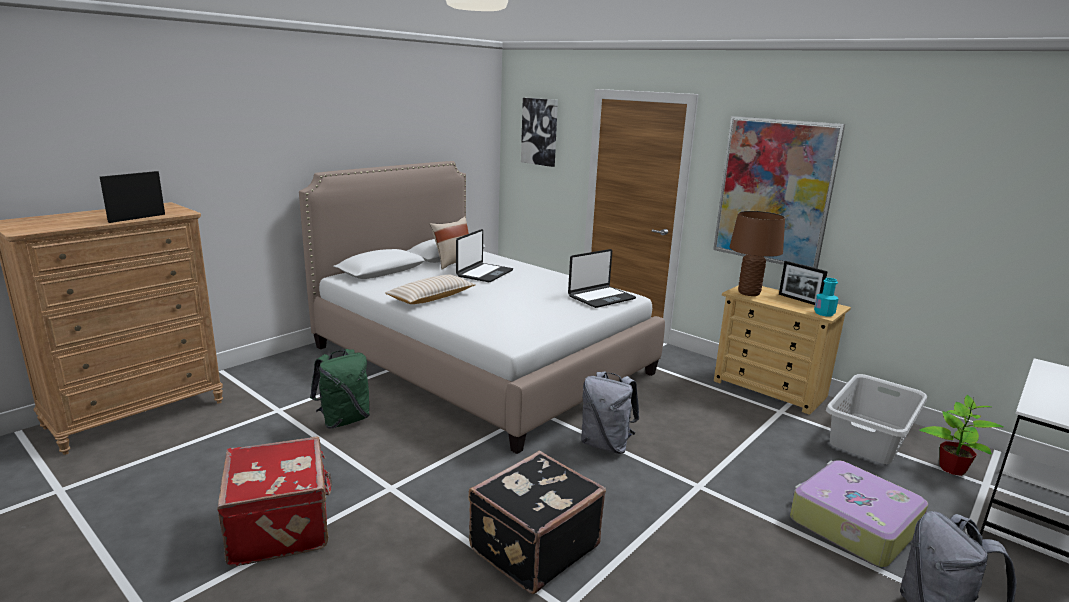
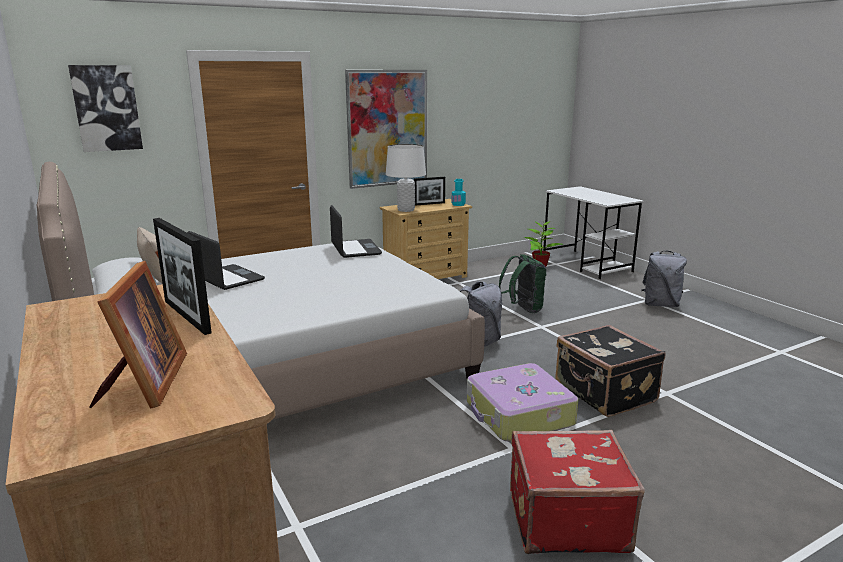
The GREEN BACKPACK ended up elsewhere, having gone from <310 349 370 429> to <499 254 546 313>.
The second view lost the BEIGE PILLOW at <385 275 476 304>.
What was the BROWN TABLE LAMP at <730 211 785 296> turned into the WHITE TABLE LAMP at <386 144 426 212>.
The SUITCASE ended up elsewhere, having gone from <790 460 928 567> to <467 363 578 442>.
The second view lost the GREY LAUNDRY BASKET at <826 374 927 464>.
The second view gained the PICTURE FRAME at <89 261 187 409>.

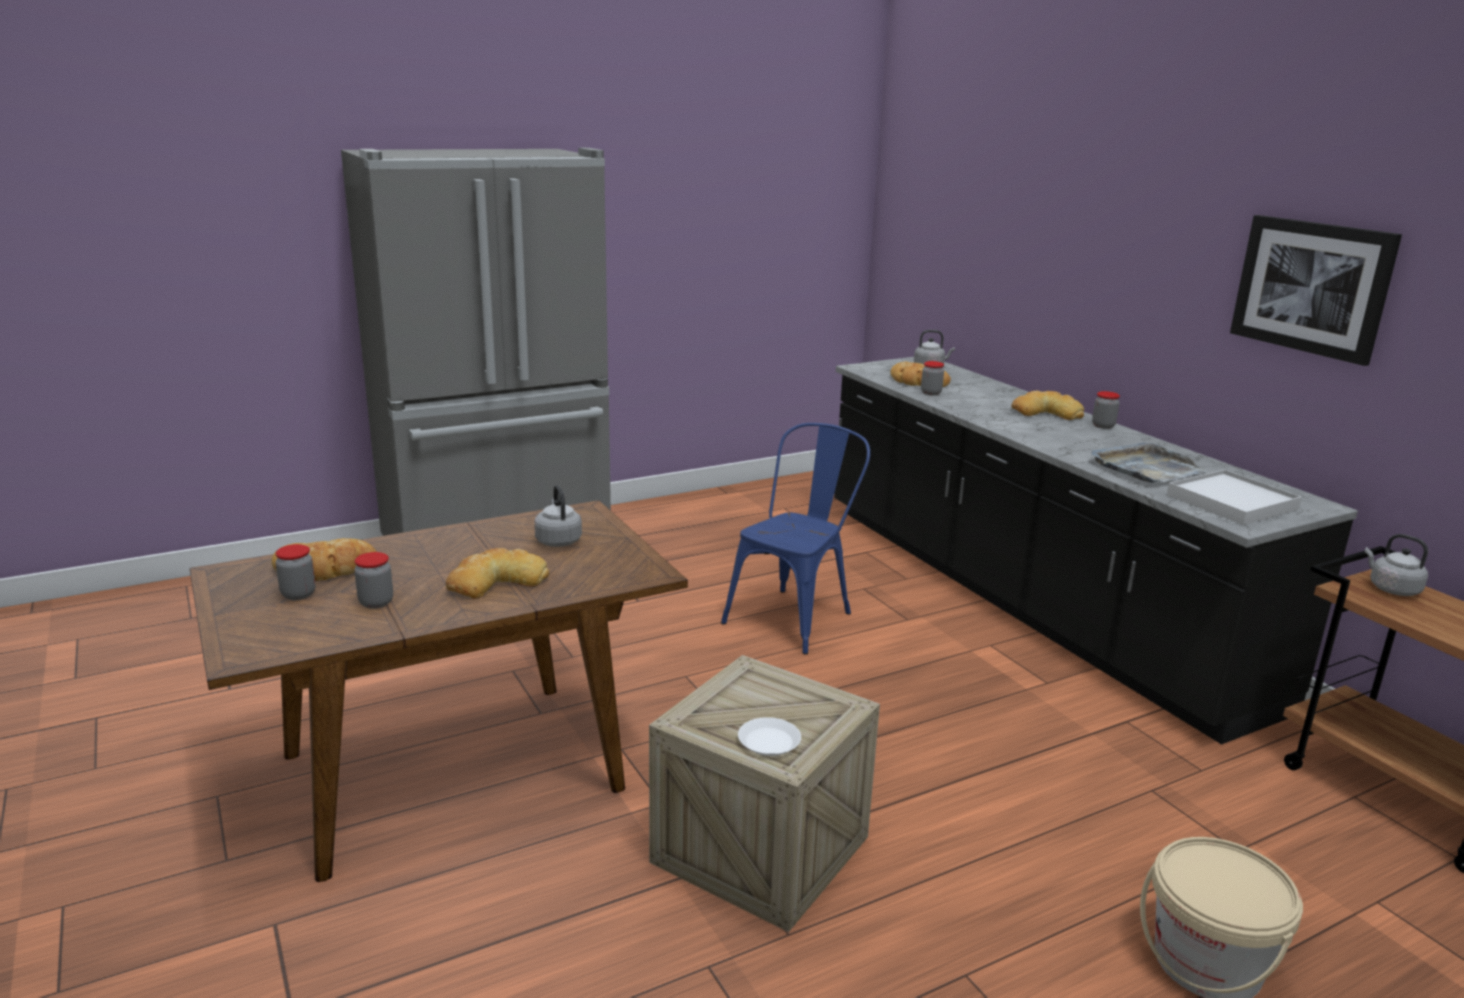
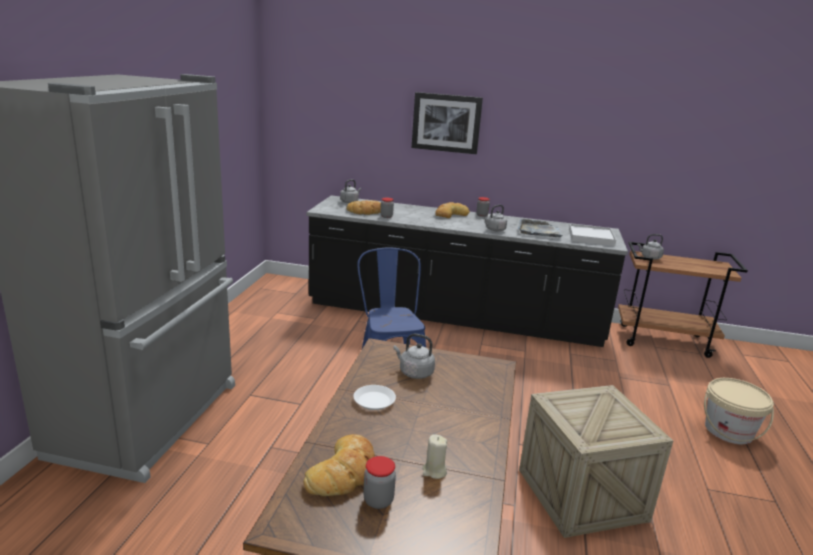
Where the JAR stood at <354 552 393 609>, the BEIGE CANDLE came to stand at <422 434 447 479>.
The second view lost the BREAD at <446 548 549 599>.
The WHITE PLATE ended up elsewhere, having gone from <738 717 801 756> to <353 385 396 410>.
The PICTURE ended up elsewhere, having gone from <1230 215 1402 366> to <411 92 483 154>.
The second view gained the GREY KETTLE at <483 205 507 231>.

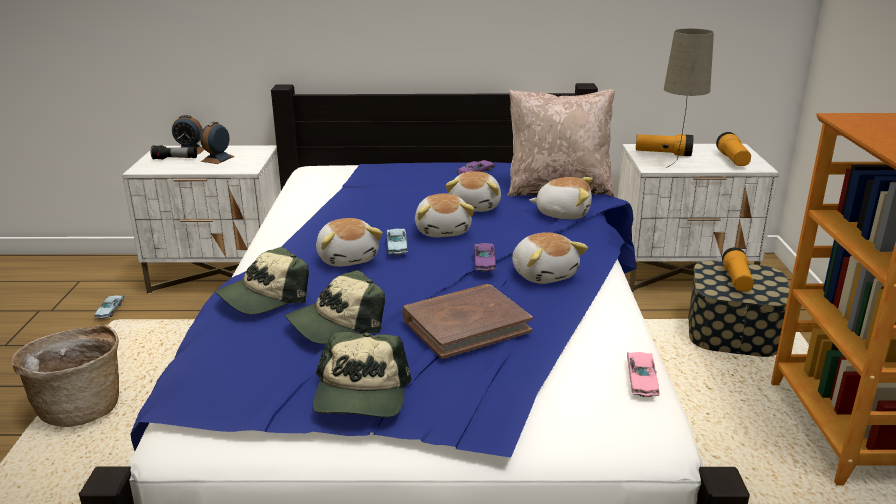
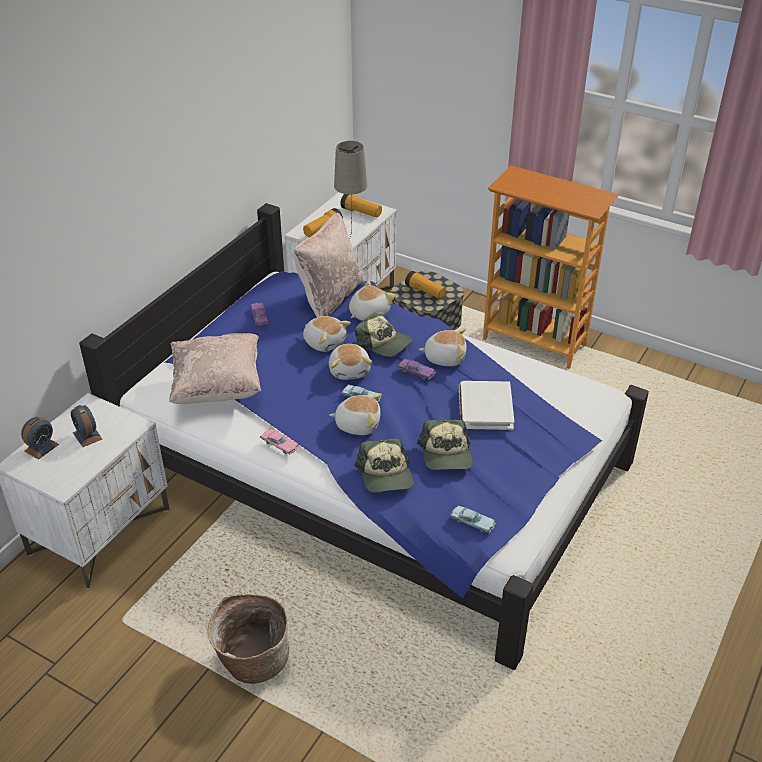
The BLUE TOY CAR ended up elsewhere, having gone from <94 295 124 319> to <449 505 496 533>.
The second view lost the FLASHLIGHT at <151 145 197 160>.
The CAP ended up elsewhere, having gone from <313 332 412 417> to <355 312 412 357>.
What was the BROWN BOOK at <402 284 533 359> turned into the WHITE BOOK at <459 381 515 430>.
The PLUSH TOY at <415 194 475 237> ended up facing another way, 60 degrees clockwise from before.
The PINK TOY CAR ended up elsewhere, having gone from <627 352 660 397> to <260 428 299 455>.
The second view gained the BEIGE PILLOW at <169 333 261 404>.

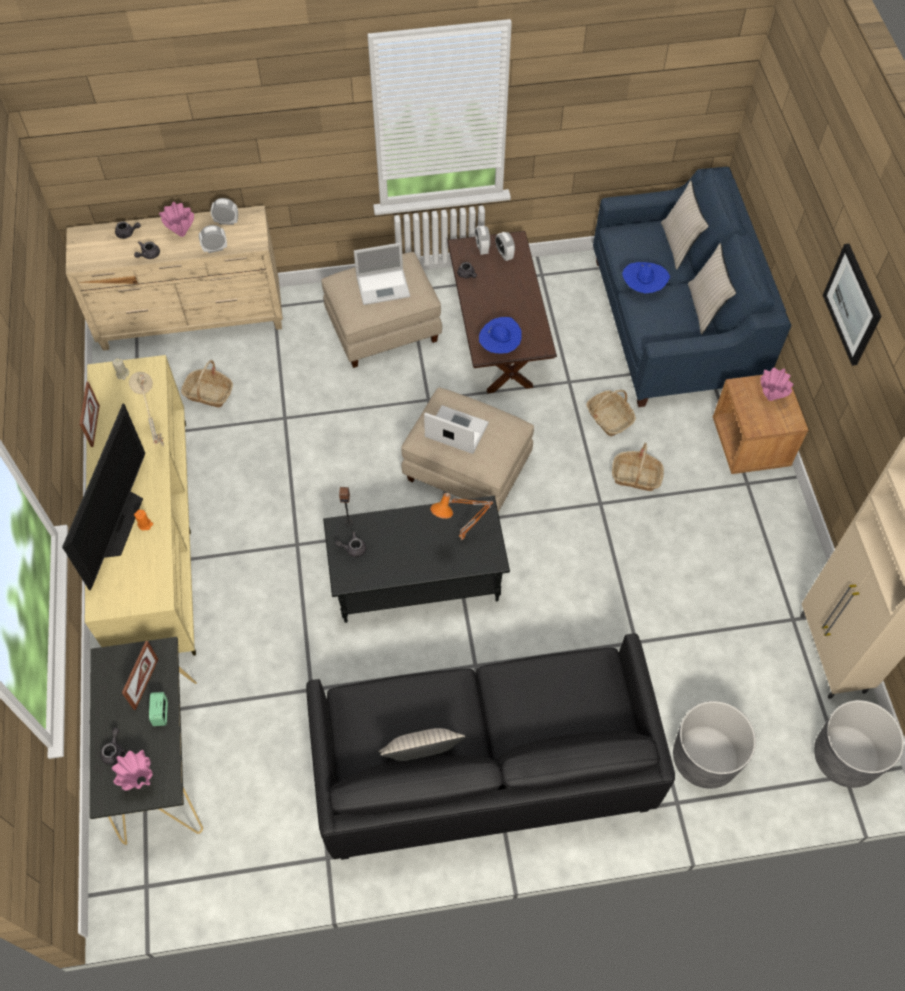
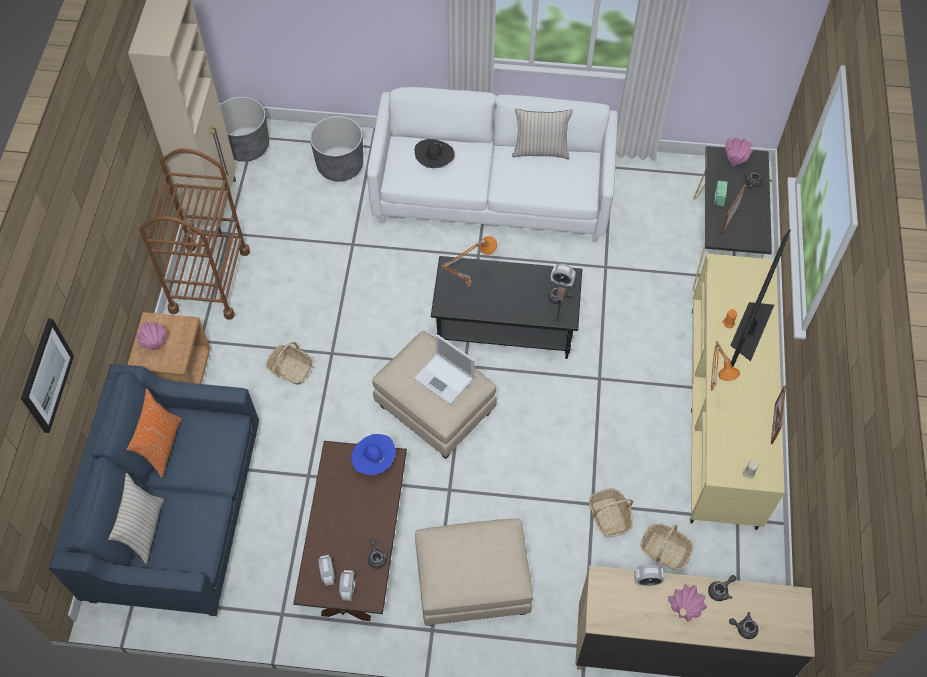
What was the BEIGE TABLE LAMP at <129 372 164 447> turned into the ORANGE TABLE LAMP at <711 341 740 391>.
The ALARM CLOCK ended up elsewhere, having gone from <211 198 238 225> to <551 264 576 287>.
What was the BLACK SOFA at <306 633 675 860> turned into the WHITE SOFA at <367 87 618 242>.
The second view lost the LAPTOP at <354 243 410 305>.
The BASKET ended up elsewhere, having gone from <586 390 636 436> to <589 488 633 538>.
The second view lost the BLUE HAT at <622 262 670 294>.
What was the BEIGE PILLOW at <688 243 736 334> turned into the ORANGE PILLOW at <126 389 182 478>.
The PICTURE ended up elsewhere, having gone from <823 244 881 366> to <21 318 74 433>.
The second view gained the BROWN CART at <139 149 250 320>.
The second view gained the BLACK HAT at <415 139 455 168>.

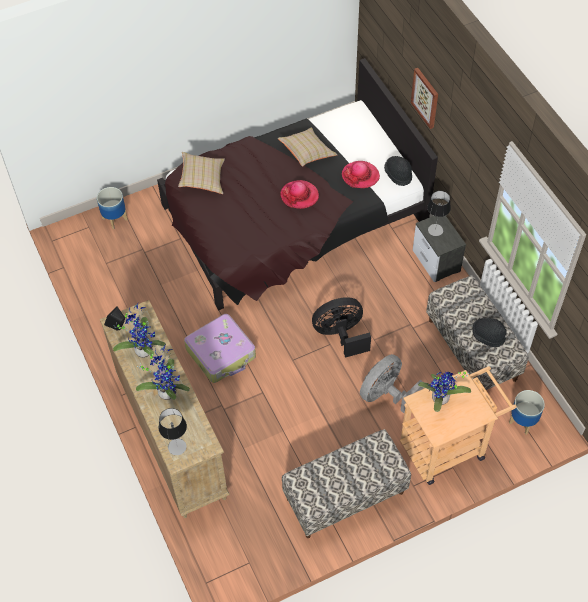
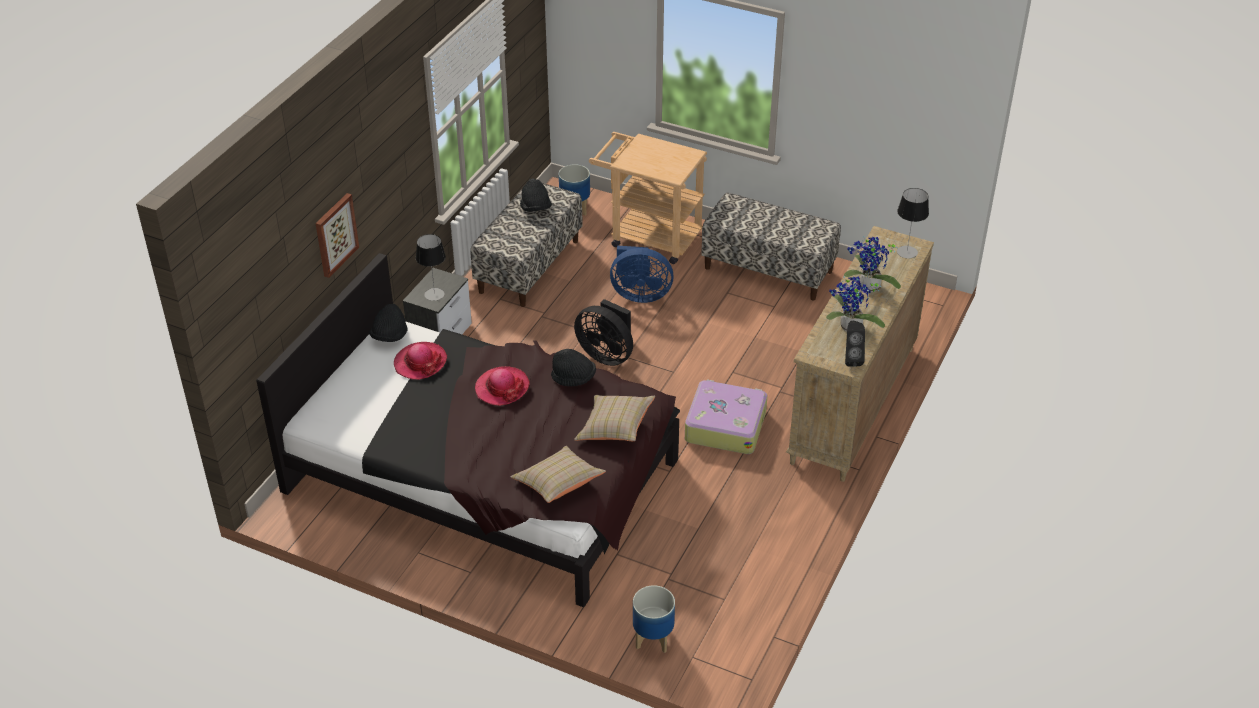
The BEIGE PILLOW ended up elsewhere, having gone from <277 128 337 167> to <574 395 655 441>.
What was the GREY FAN at <360 354 423 413> turned into the BLUE FAN at <610 246 674 303>.
The second view lost the POTTED PLANT at <418 372 471 412>.
The second view gained the BLACK HAT at <551 349 596 386>.

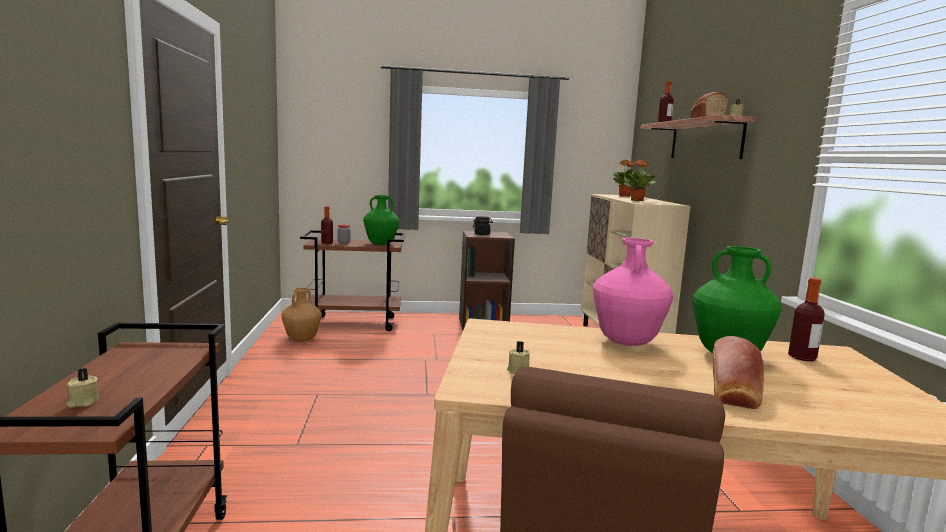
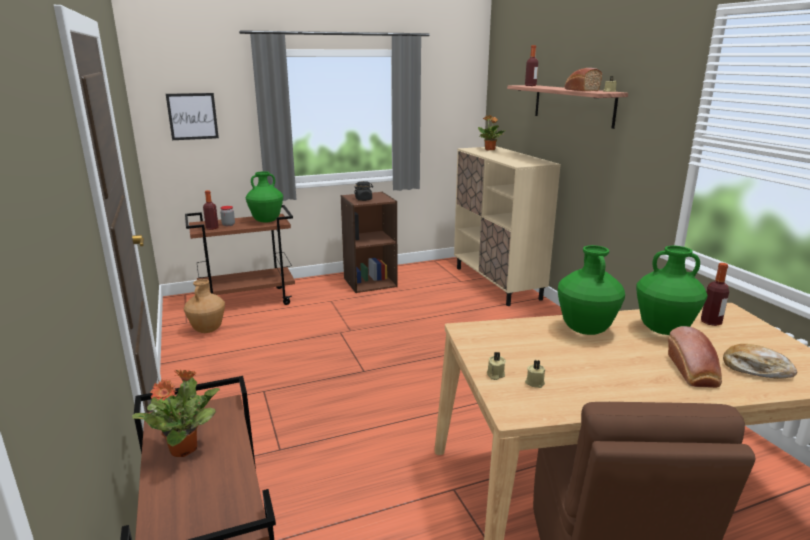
The BEIGE CANDLE ended up elsewhere, having gone from <66 368 99 408> to <487 352 506 380>.
What was the PINK VASE at <593 238 674 346> turned into the GREEN VASE at <558 245 625 335>.
The POTTED PLANT ended up elsewhere, having gone from <623 160 657 201> to <132 370 220 457>.
The second view gained the PICTURE at <166 93 219 140>.
The second view gained the BREAD at <723 344 797 379>.

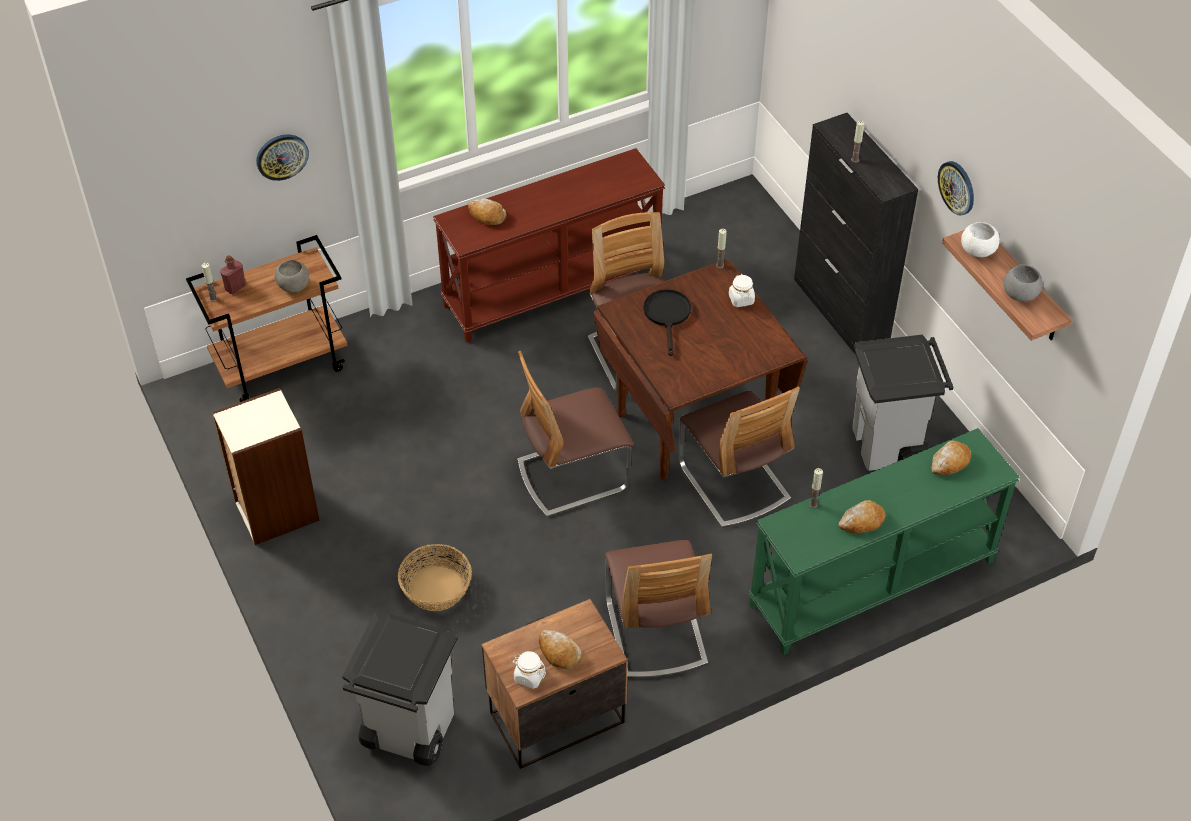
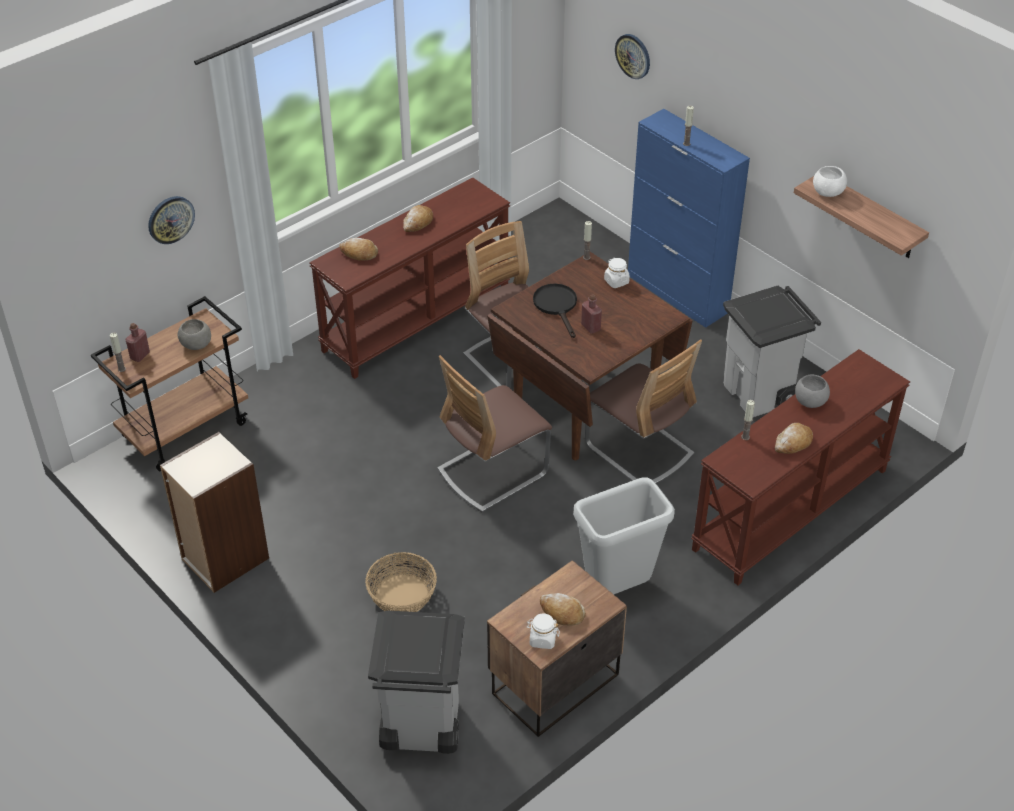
Where the CHAIR stood at <605 540 712 678>, the GREY TRASH CAN came to stand at <573 477 675 594>.
What was the GREEN CONSOLE TABLE at <748 428 1020 655> turned into the BROWN CONSOLE TABLE at <691 349 910 585>.
What was the BLACK CABINET at <794 113 918 354> turned into the BLUE CABINET at <628 109 750 328>.
The BREAD ended up elsewhere, having gone from <931 441 971 475> to <403 205 433 232>.
The WALL CLOCK ended up elsewhere, having gone from <938 161 974 215> to <615 34 650 79>.
The GREY BOWL ended up elsewhere, having gone from <1004 264 1043 301> to <795 374 830 408>.
The second view gained the RED BOTTLE at <581 294 602 334>.

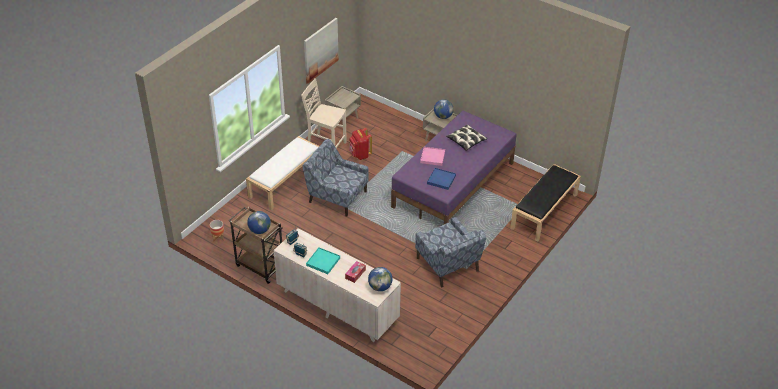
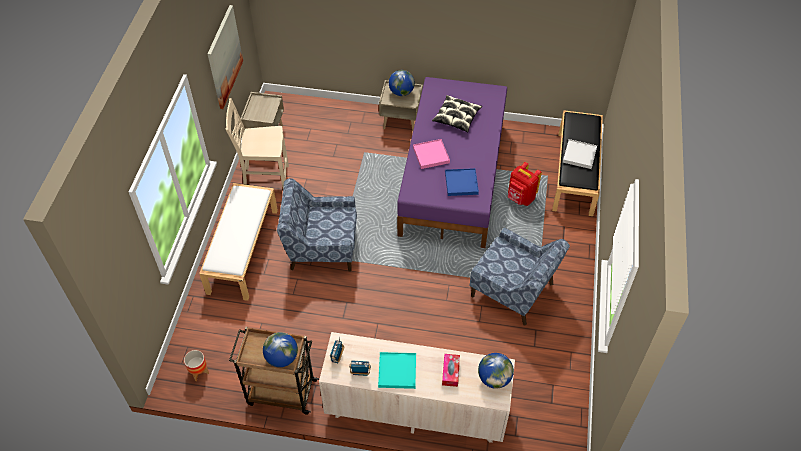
The RED BACKPACK ended up elsewhere, having gone from <349 128 372 160> to <508 162 542 206>.
The second view gained the WHITE TRAY at <563 139 597 169>.

